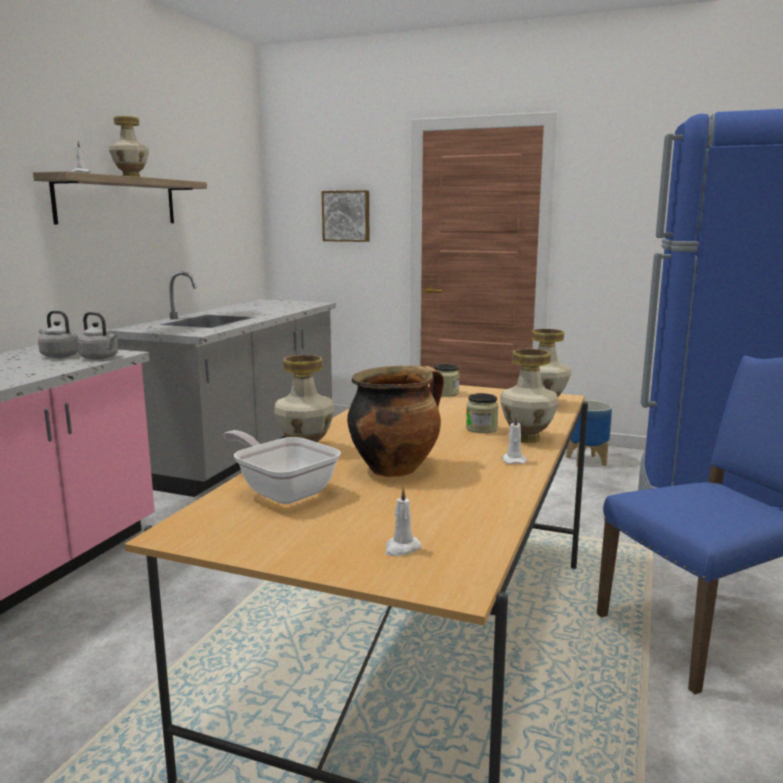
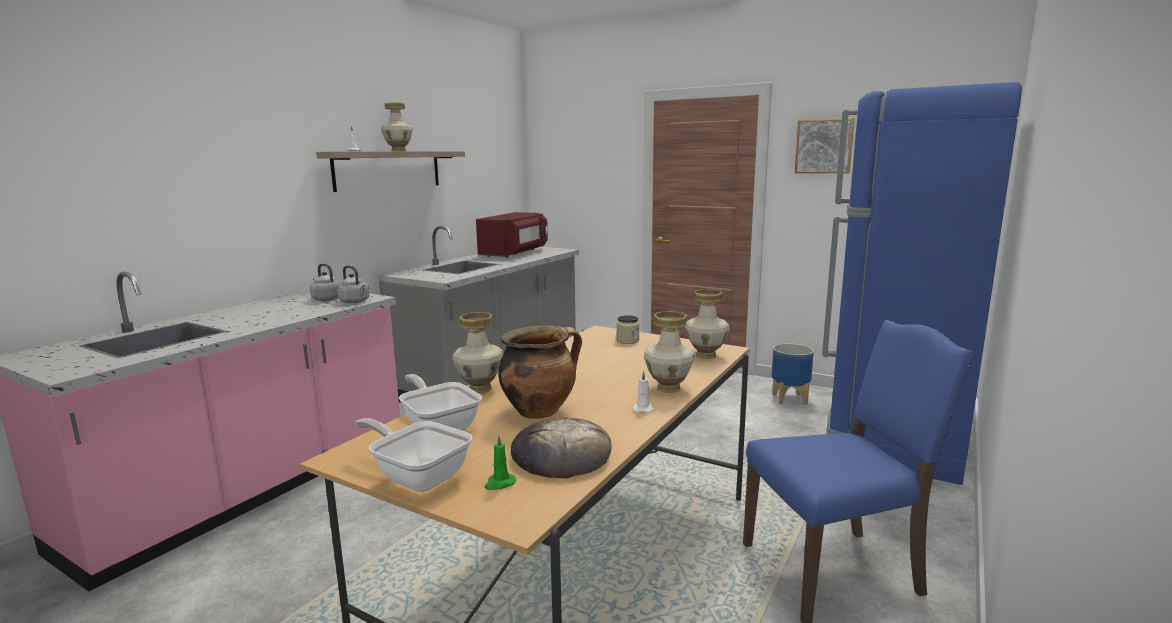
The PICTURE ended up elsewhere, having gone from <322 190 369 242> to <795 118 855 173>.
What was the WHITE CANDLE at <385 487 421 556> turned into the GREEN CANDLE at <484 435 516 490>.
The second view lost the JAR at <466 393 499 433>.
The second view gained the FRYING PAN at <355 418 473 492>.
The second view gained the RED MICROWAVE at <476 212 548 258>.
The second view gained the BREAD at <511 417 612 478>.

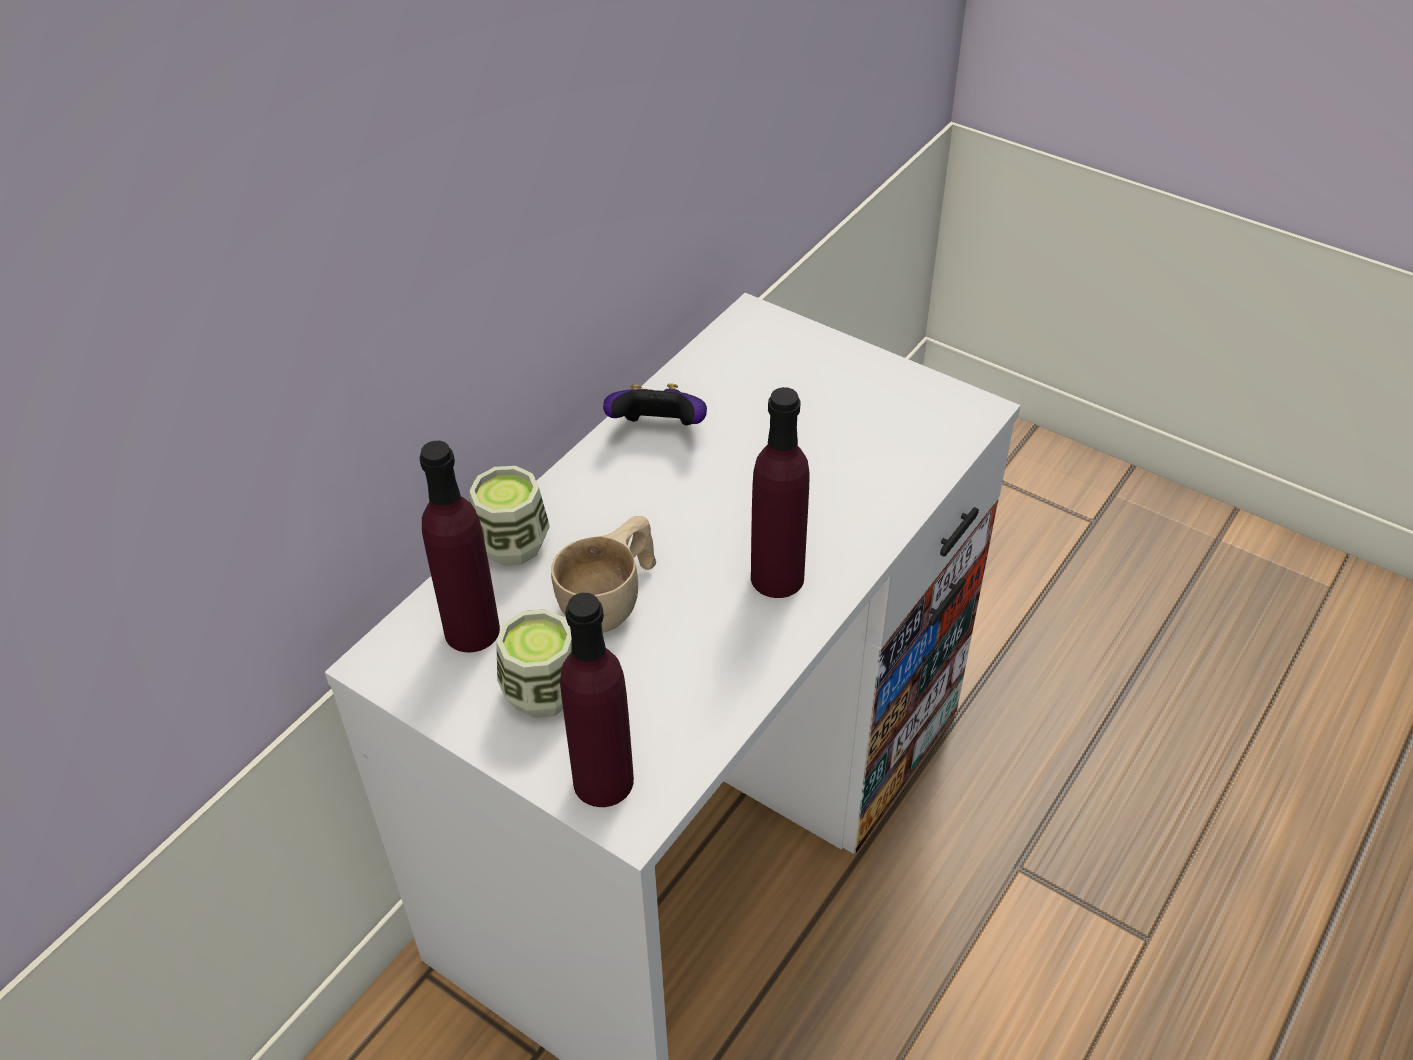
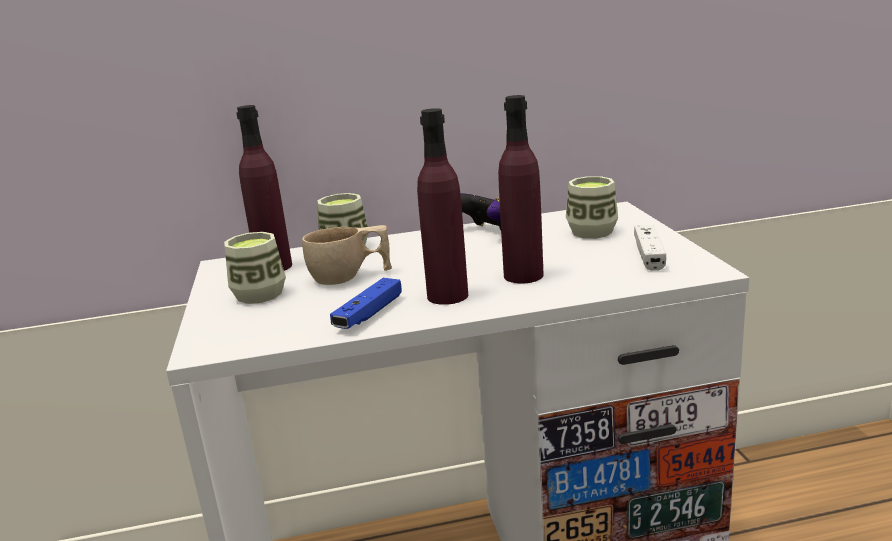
The PURPLE BOTTLE ended up elsewhere, having gone from <560 593 634 807> to <498 95 543 284>.
The second view gained the BLUE GAME CONTROLLER at <330 278 402 329>.
The second view gained the CUP at <566 176 618 239>.
The second view gained the WHITE GAME CONTROLLER at <634 225 666 271>.

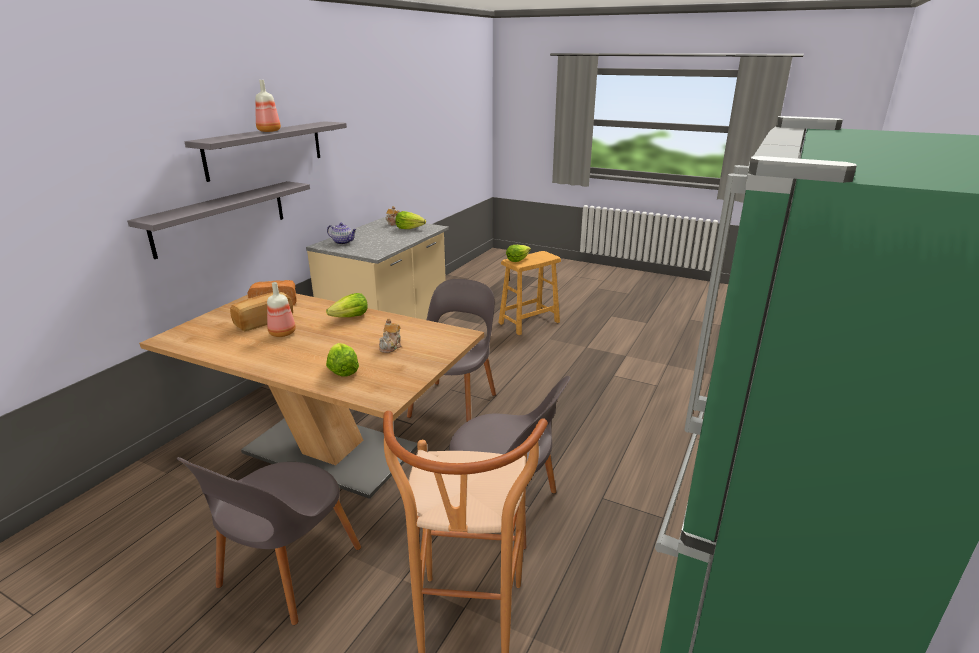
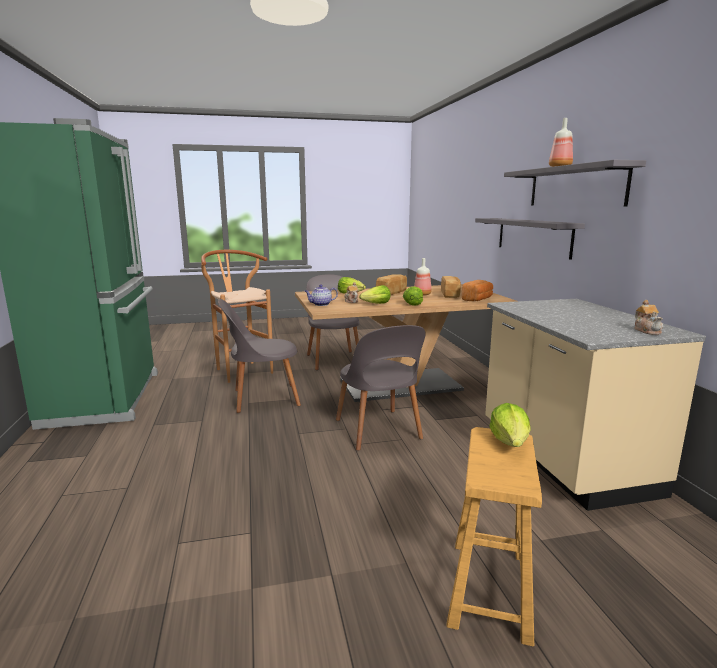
The TEAPOT ended up elsewhere, having gone from <327 223 357 245> to <305 285 338 306>.
The LETTUCE ended up elsewhere, having gone from <395 211 426 229> to <359 285 391 304>.
The second view gained the BREAD at <376 274 407 295>.

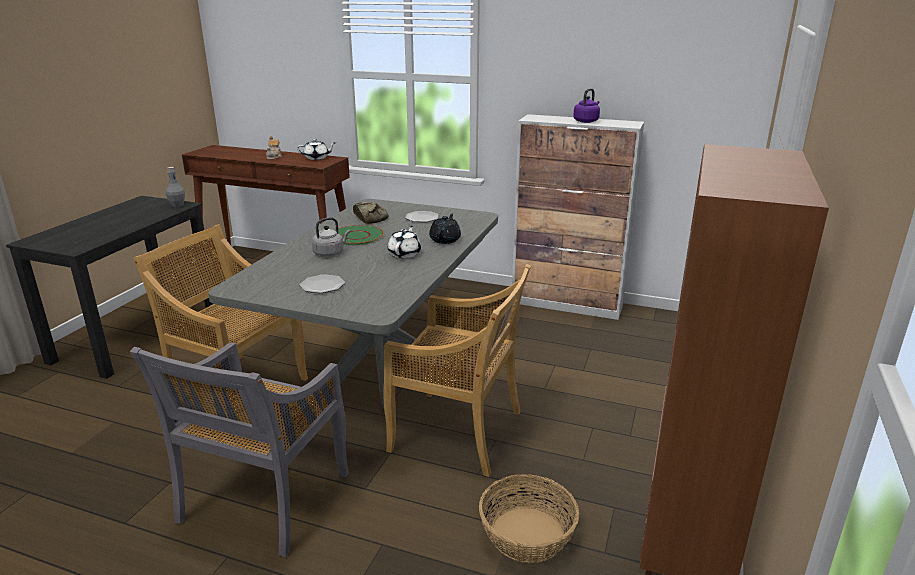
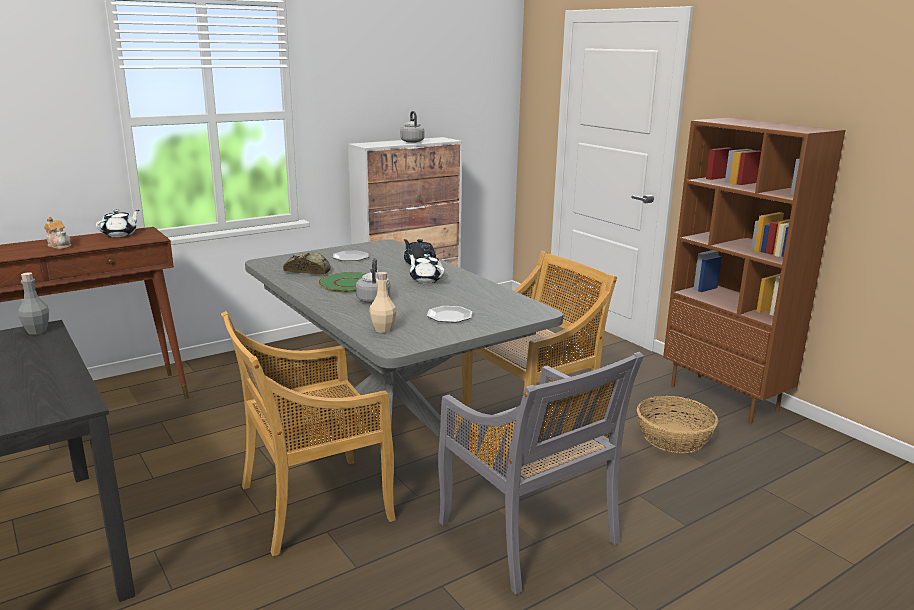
What was the PURPLE KETTLE at <573 88 600 123> turned into the GREY KETTLE at <400 111 424 143>.
The second view gained the BEIGE BOTTLE at <369 272 397 333>.

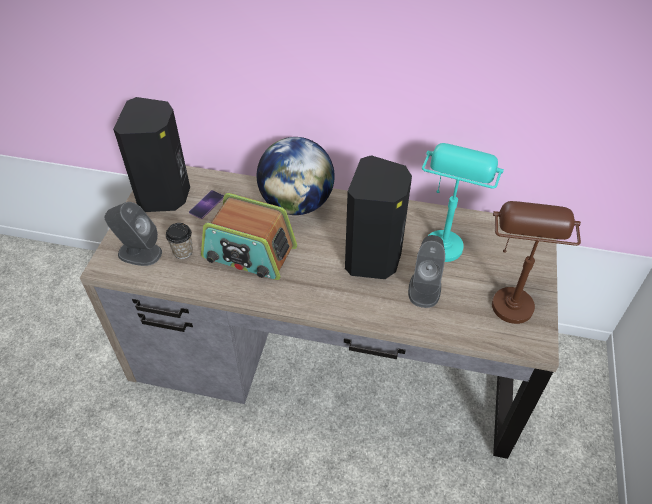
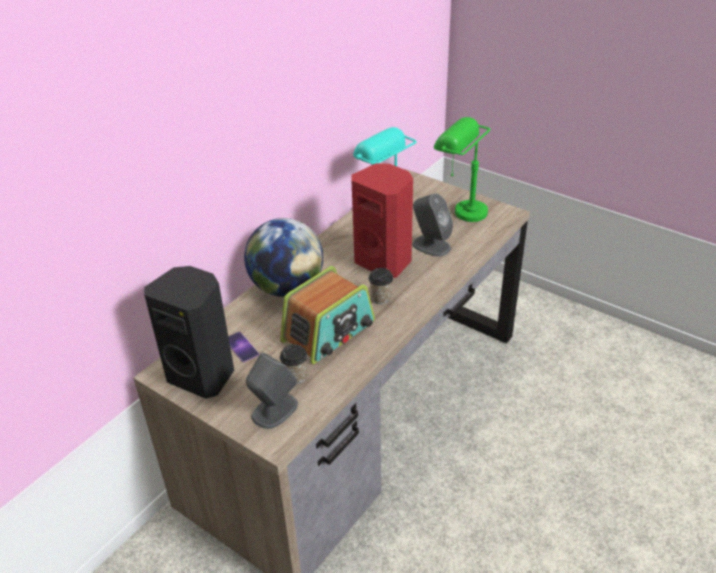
What was the BLACK SPEAKER at <345 155 412 279> turned into the RED SPEAKER at <351 163 413 278>.
What was the BROWN TABLE LAMP at <492 201 581 324> turned into the GREEN TABLE LAMP at <434 117 490 222>.
The second view gained the CUP at <369 268 393 304>.

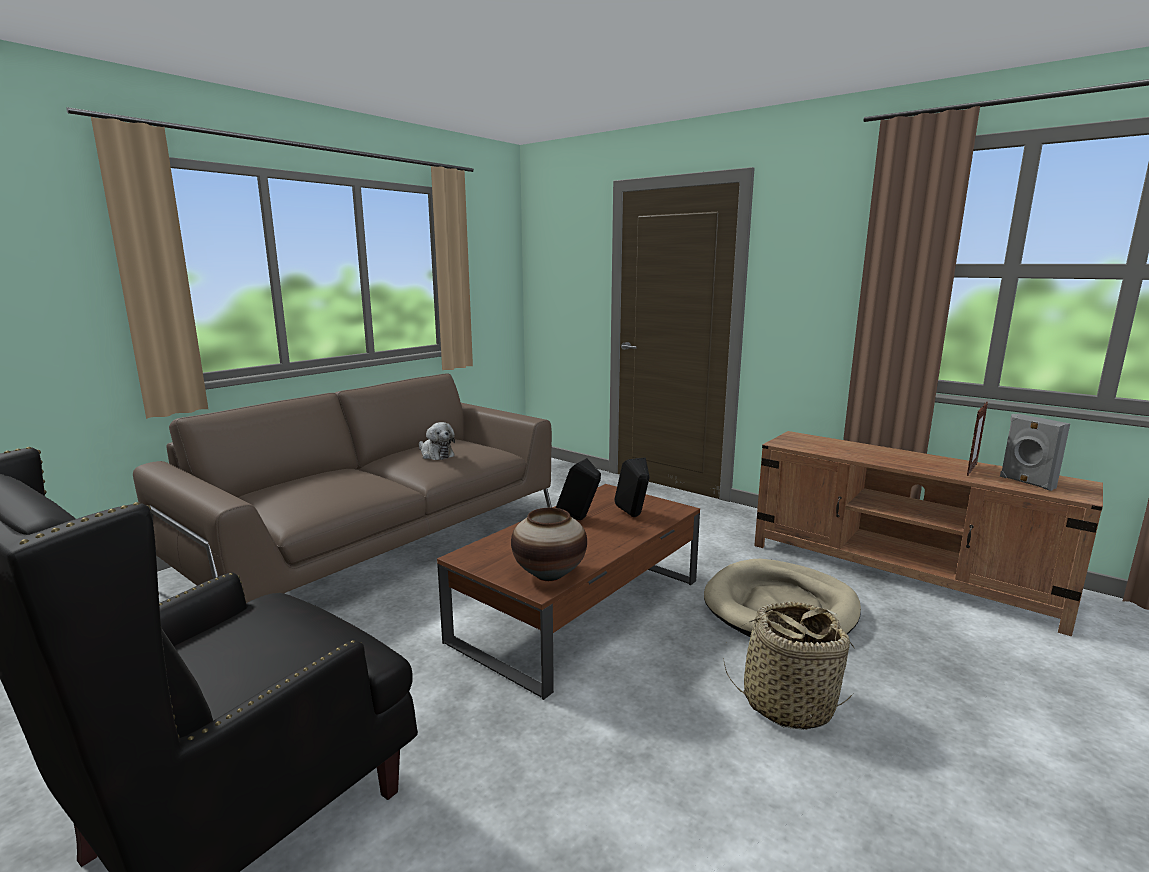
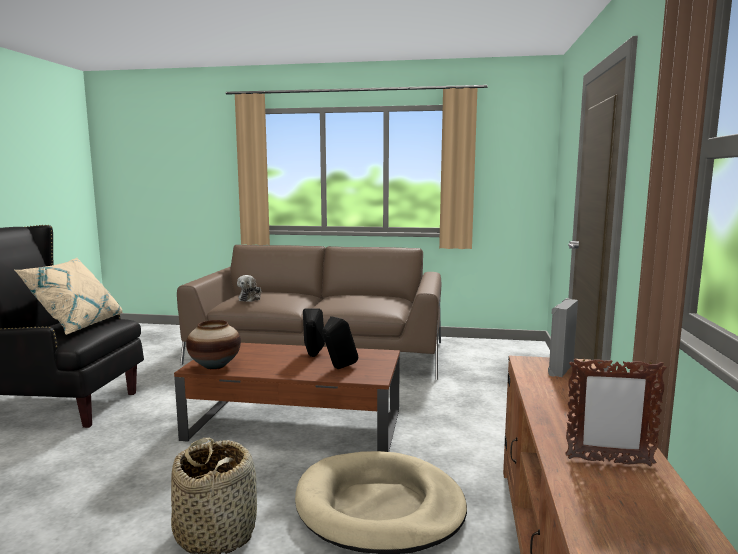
The PLUSH TOY ended up elsewhere, having gone from <419 422 455 460> to <237 275 261 302>.
The GREY SPEAKER ended up elsewhere, having gone from <1000 414 1070 491> to <548 298 578 377>.
The second view gained the BEIGE PILLOW at <15 258 123 335>.

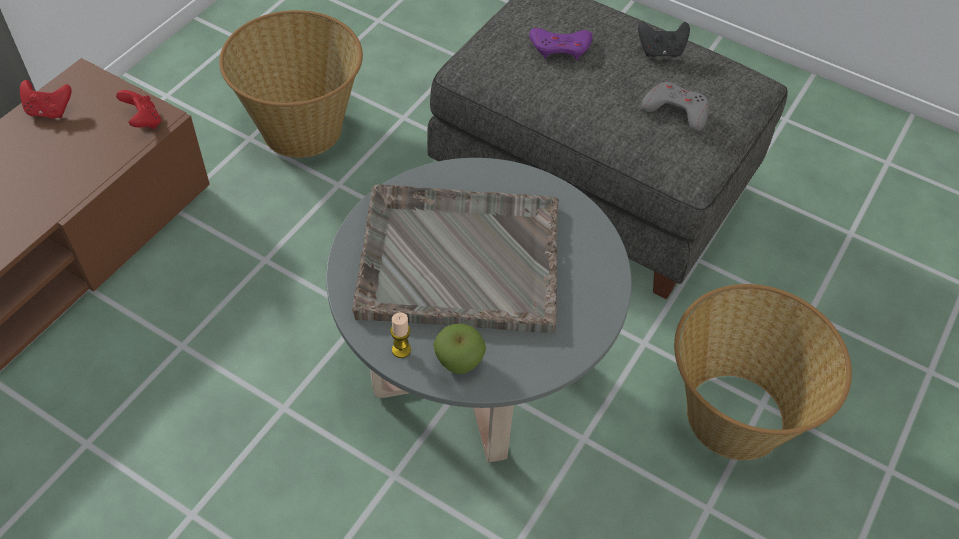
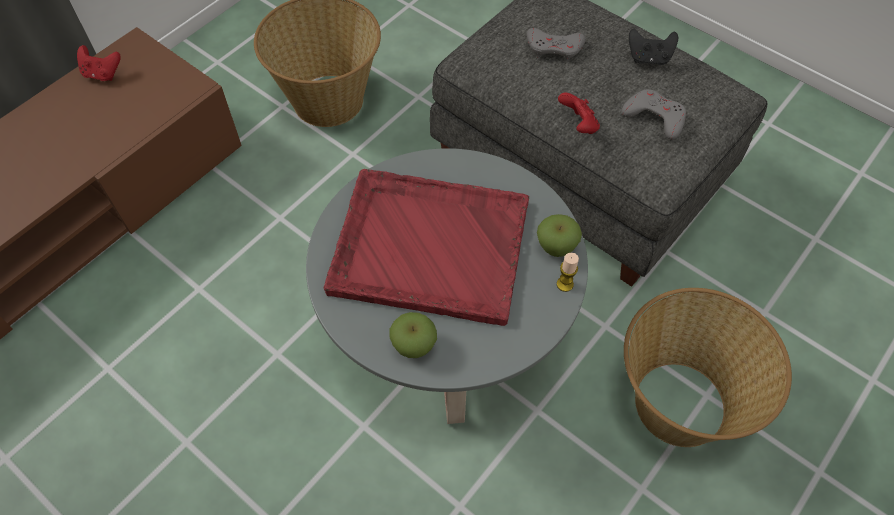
The RED GAME CONTROLLER ended up elsewhere, having gone from <116 90 161 129> to <558 93 600 134>.
What was the GREY TRAY at <352 184 559 333> turned into the RED TRAY at <323 169 529 326>.
The CANDLE ended up elsewhere, having gone from <390 312 411 358> to <557 253 579 292>.
What was the PURPLE GAME CONTROLLER at <529 28 593 60> turned into the GREY GAME CONTROLLER at <527 28 586 62>.
The second view gained the APPLE at <537 214 582 257>.

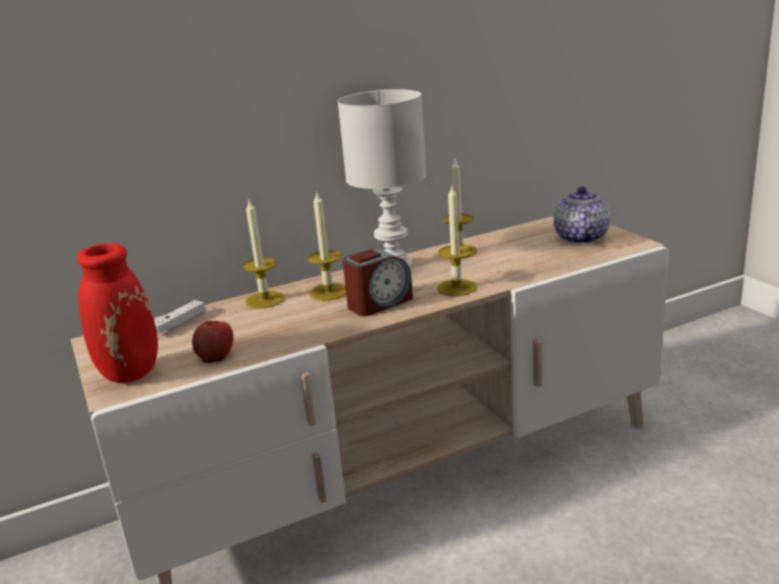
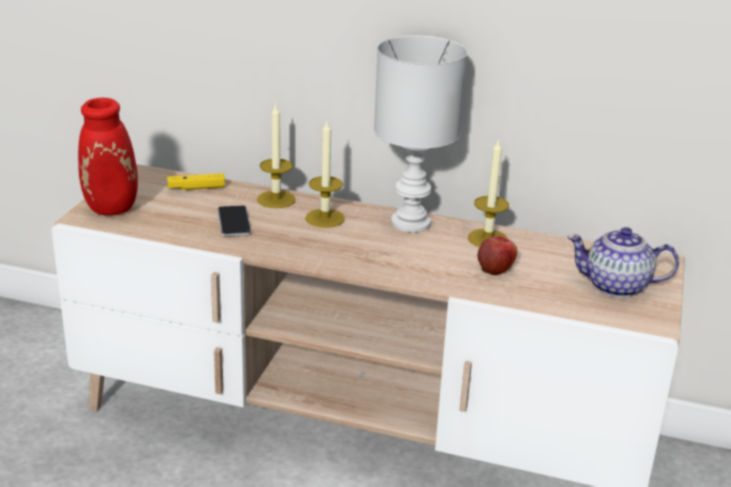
What was the WHITE GAME CONTROLLER at <155 300 205 334> turned into the YELLOW GAME CONTROLLER at <167 173 225 190>.
The APPLE ended up elsewhere, having gone from <192 321 233 363> to <478 236 517 275>.
The second view lost the ALARM CLOCK at <342 249 413 316>.
The second view lost the CANDLE at <437 186 477 296>.
The TEAPOT at <553 187 610 244> ended up facing another way, 135 degrees counterclockwise from before.
The second view gained the PHONE at <218 205 252 236>.

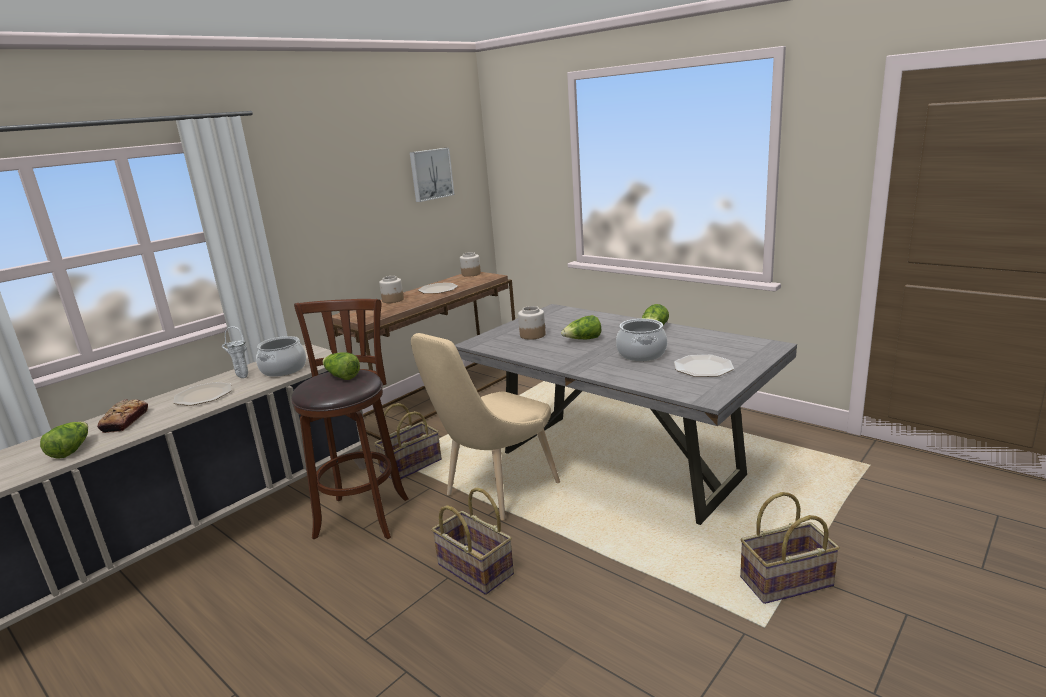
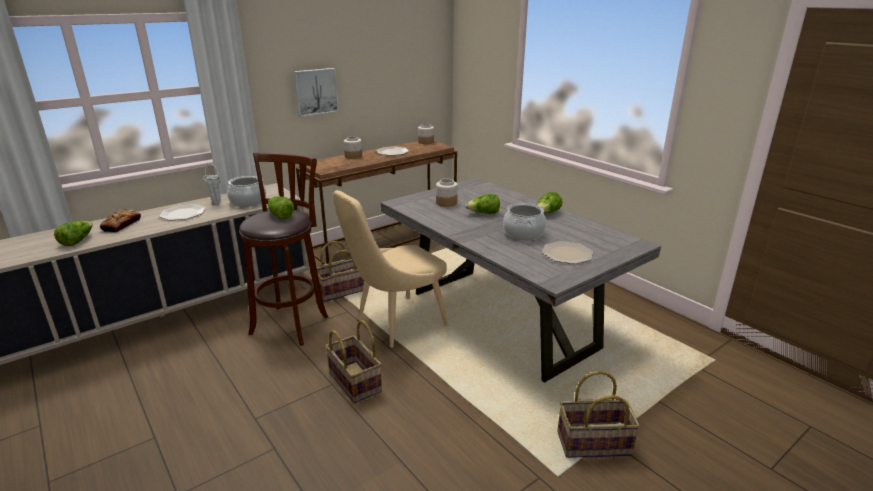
The PICTURE ended up elsewhere, having gone from <410 148 454 202> to <293 68 339 117>.

